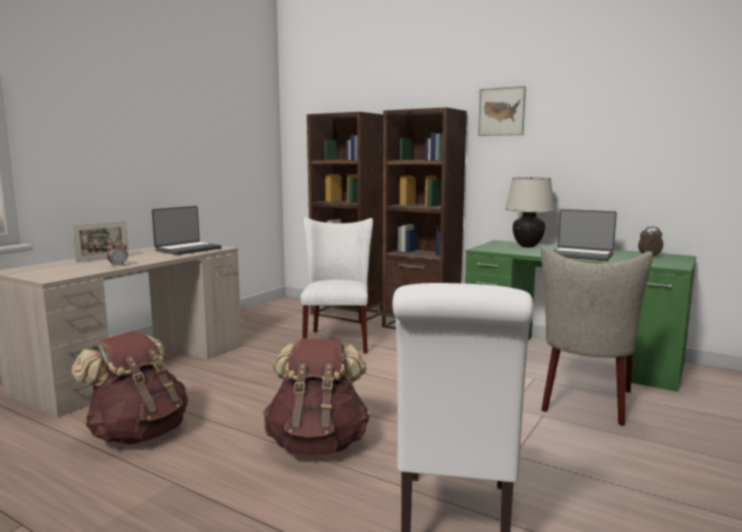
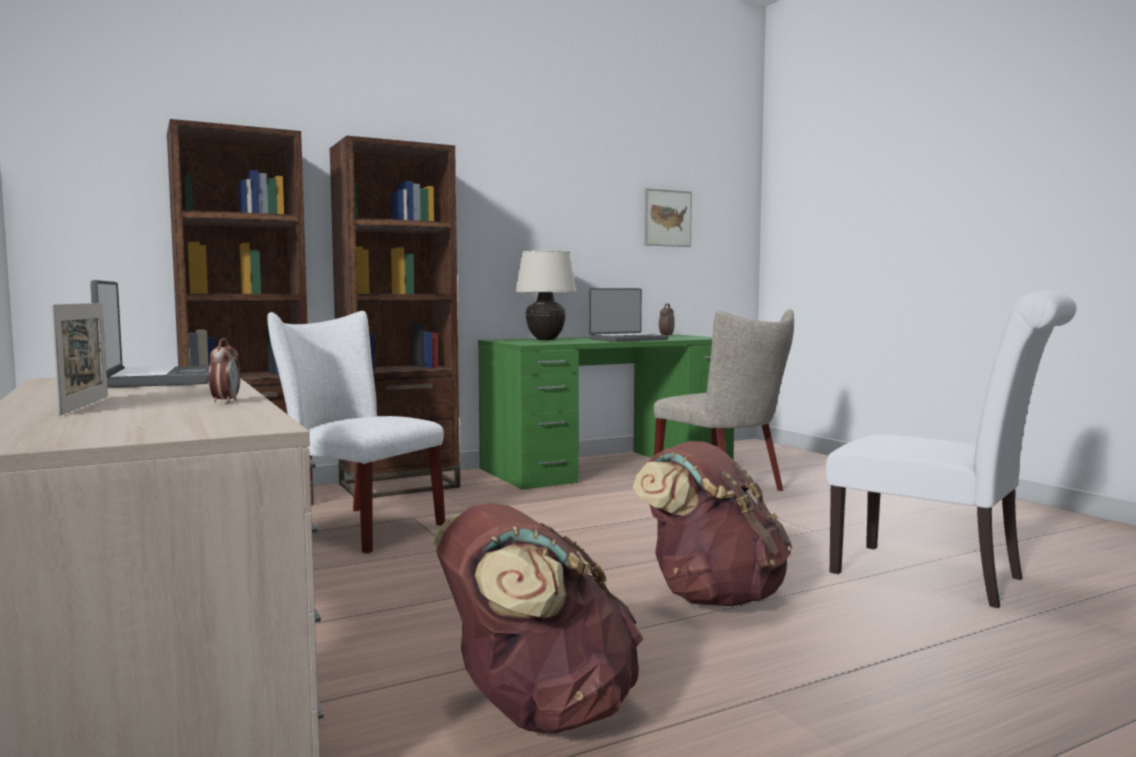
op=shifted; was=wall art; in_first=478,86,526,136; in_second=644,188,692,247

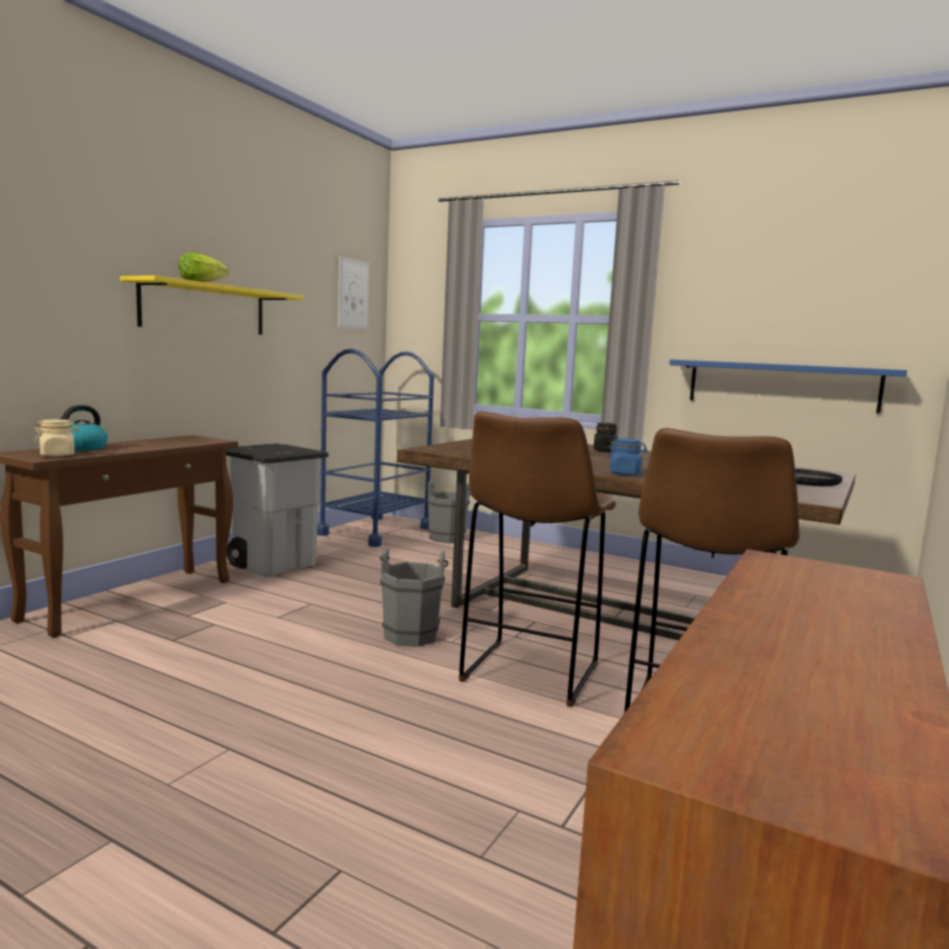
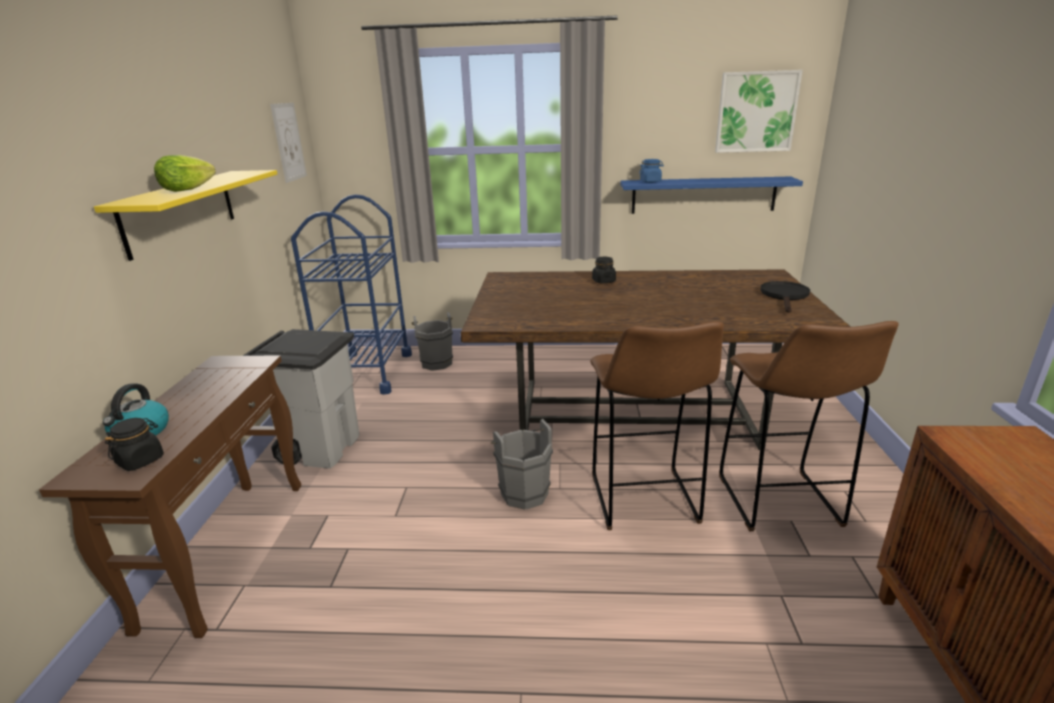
op=repainted; was=storage jar (sand-coloured); now=storage jar (black); in_first=35,419,79,457; in_second=105,418,164,471
op=shifted; was=storage jar (blue); in_first=607,438,648,475; in_second=639,159,664,183
op=new; now=wall art; in_second=715,70,803,153

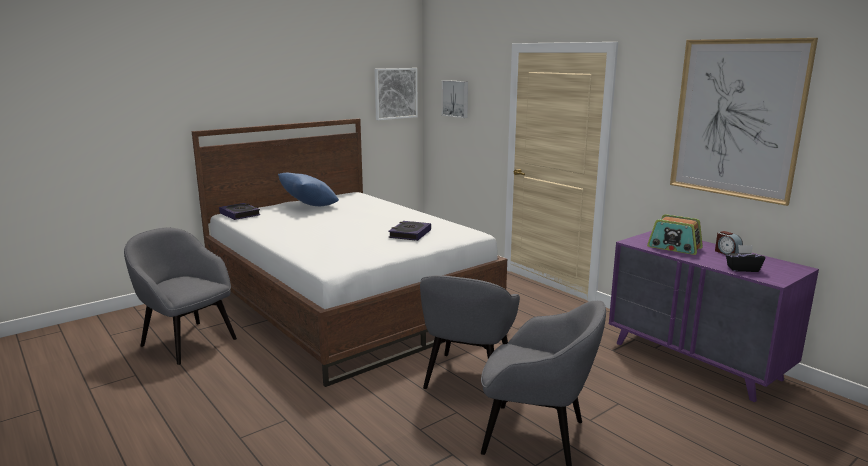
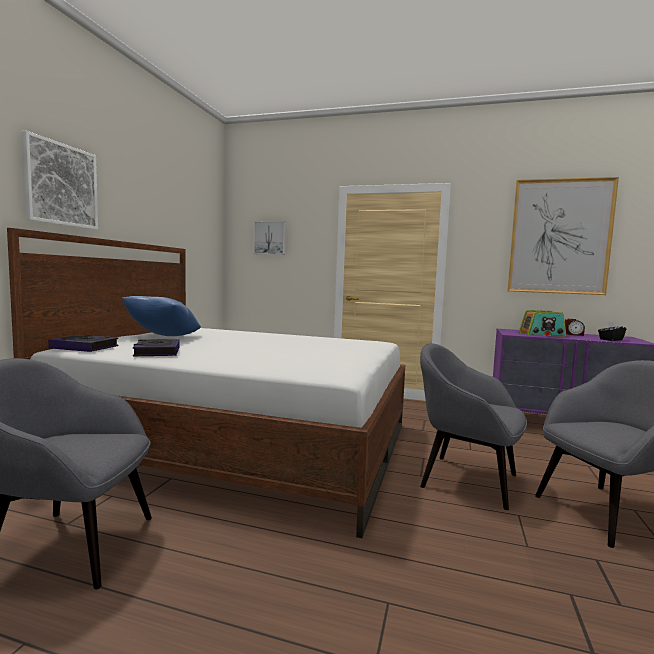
op=shifted; was=wall art; in_first=375,68,418,120; in_second=21,131,98,230
op=shifted; was=bound book; in_first=388,221,431,241; in_second=133,339,180,356
op=rotated; was=easy chair (grey); in_first=420,275,520,389; in_second=420,343,527,510; clockwise=135

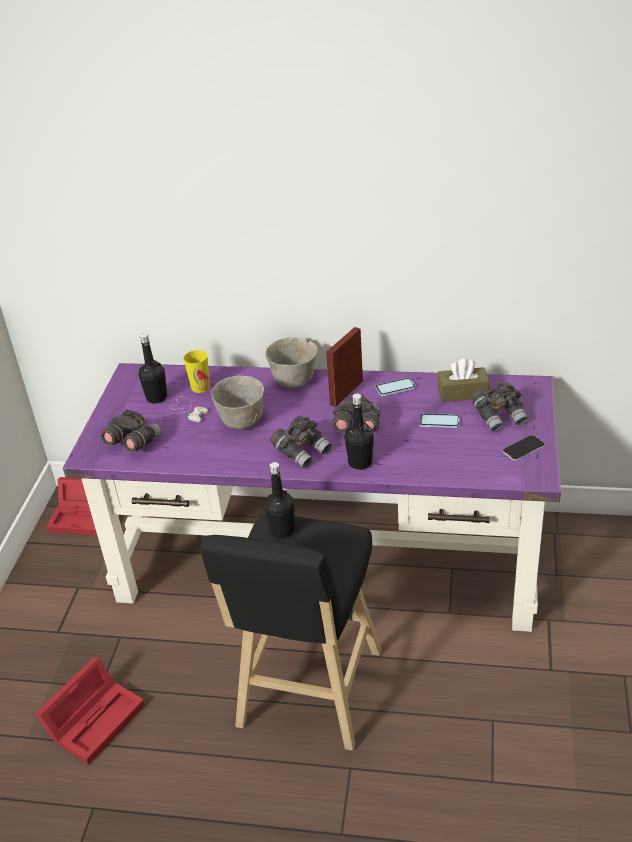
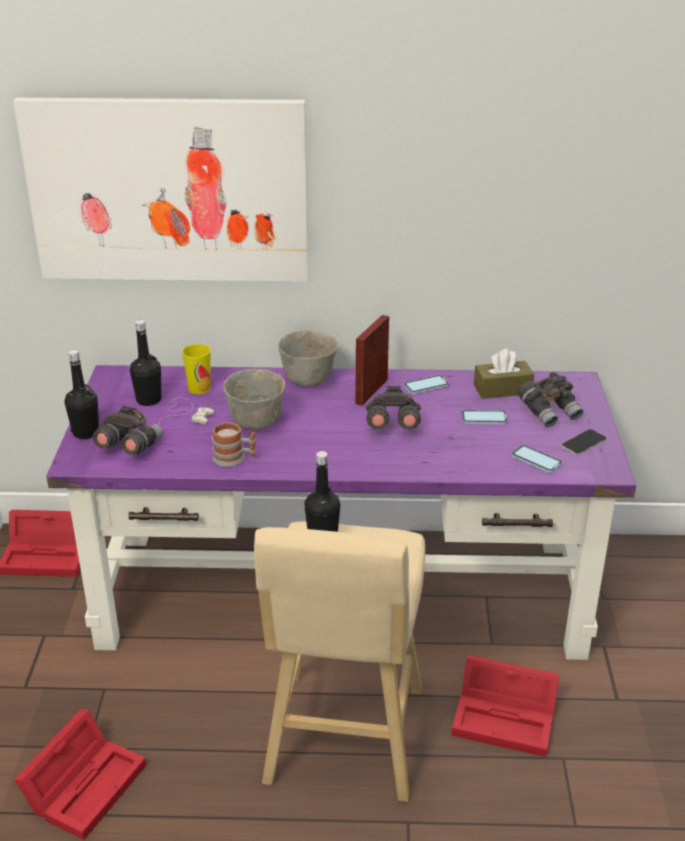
op=shifted; was=beverage bottle (black); in_first=344,393,374,470; in_second=65,350,99,439
op=gone; was=pair of binoculars (grey); in_first=270,416,332,468
op=repainted; was=sitting stool (black); now=sitting stool (sand-coloured); in_first=201,513,382,751; in_second=254,521,425,802
op=new; now=wall art; in_second=13,98,308,282
op=new; now=tea mug; in_second=212,422,256,467
op=new; now=phone; in_second=511,445,562,473
op=new; now=storage container (reddish); in_second=452,655,560,757

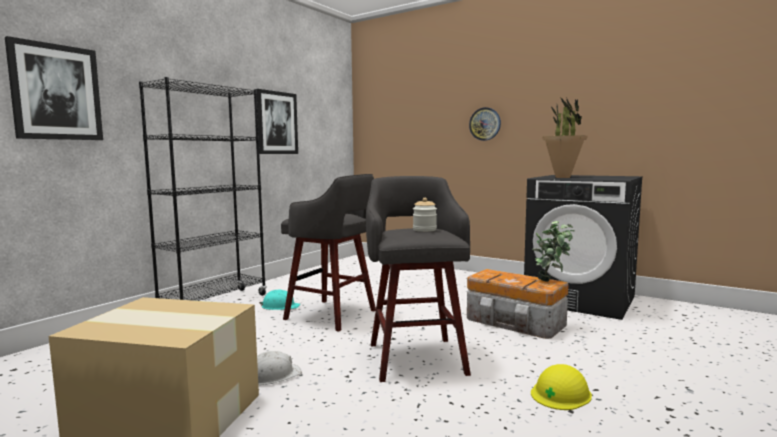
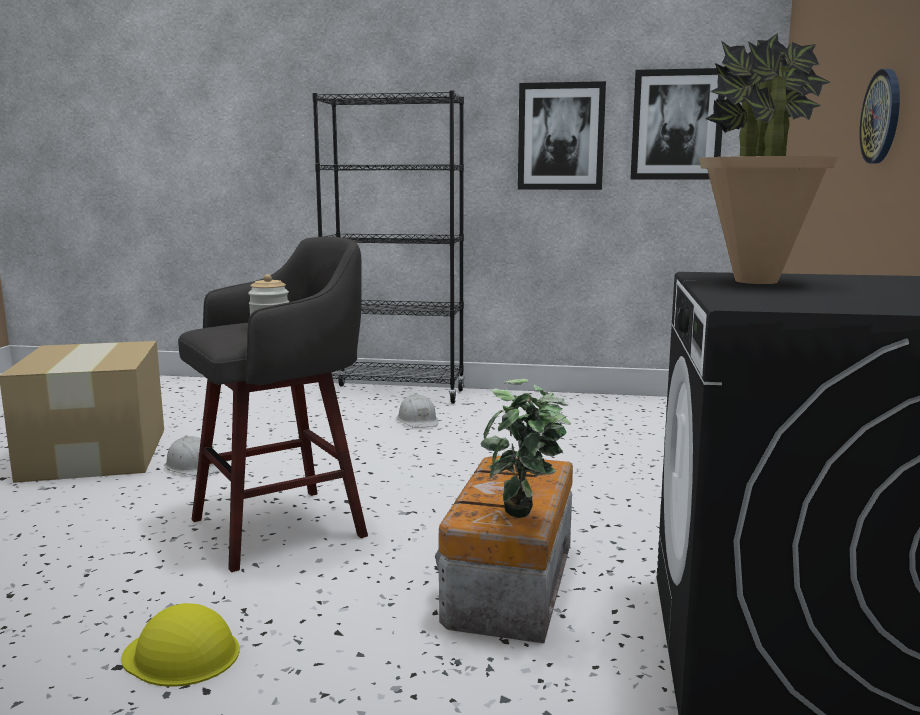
op=shifted; was=wall art; in_first=5,36,103,140; in_second=630,68,725,179
op=gone; was=sitting stool (grey); in_first=281,174,376,332
op=repainted; was=hard hat (turquoise); now=hard hat (white); in_first=260,290,300,310; in_second=397,394,438,428

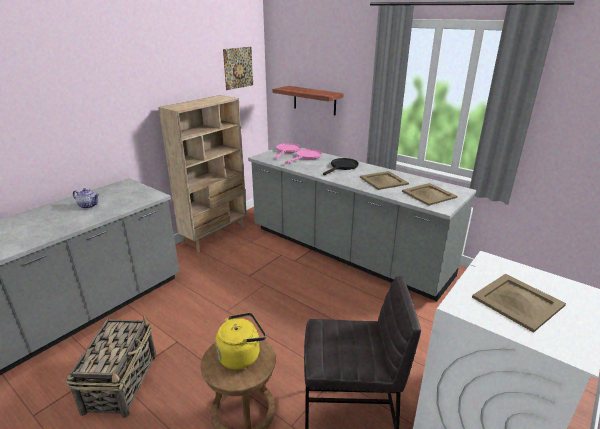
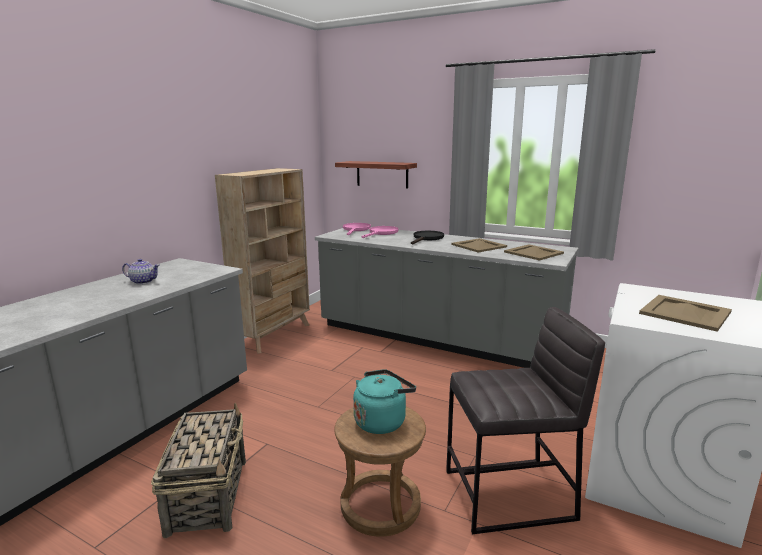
op=gone; was=wall art; in_first=223,47,253,90
op=repainted; was=tea kettle (yellow-coloured); now=tea kettle (turquoise); in_first=215,313,266,370; in_second=353,369,416,434

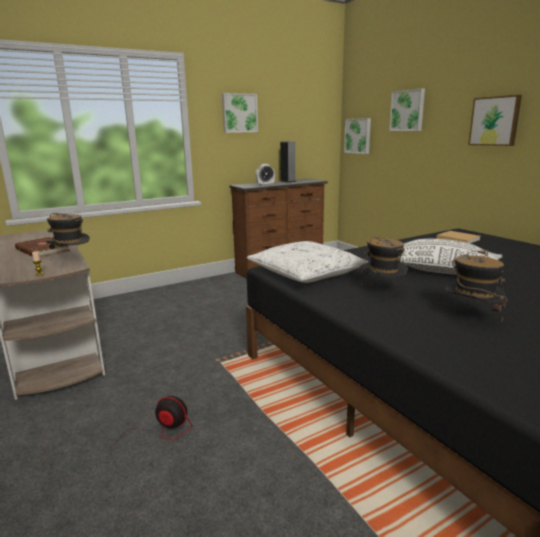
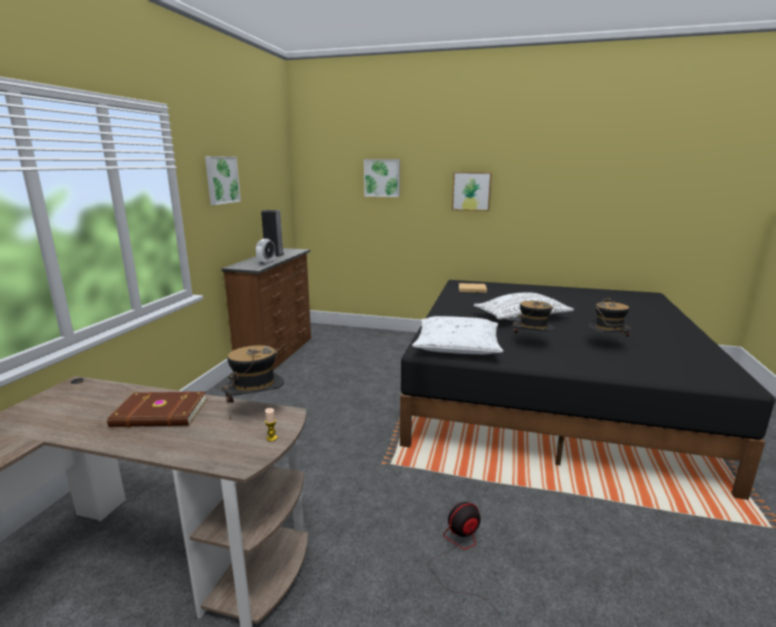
op=gone; was=wall art; in_first=344,118,371,154

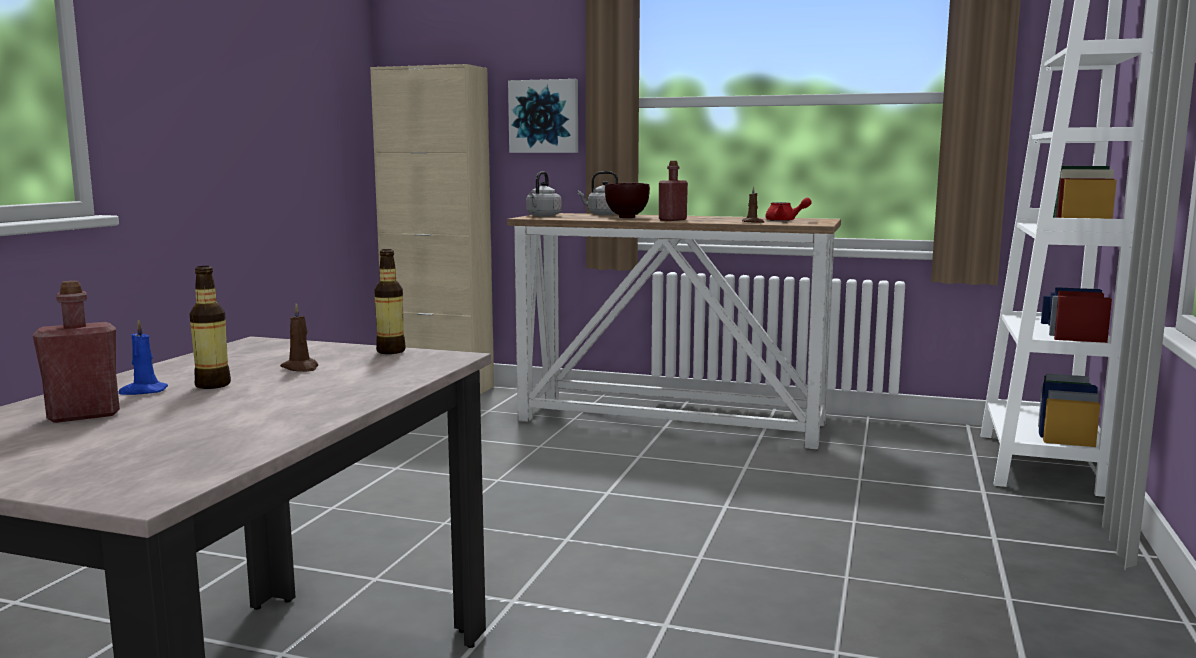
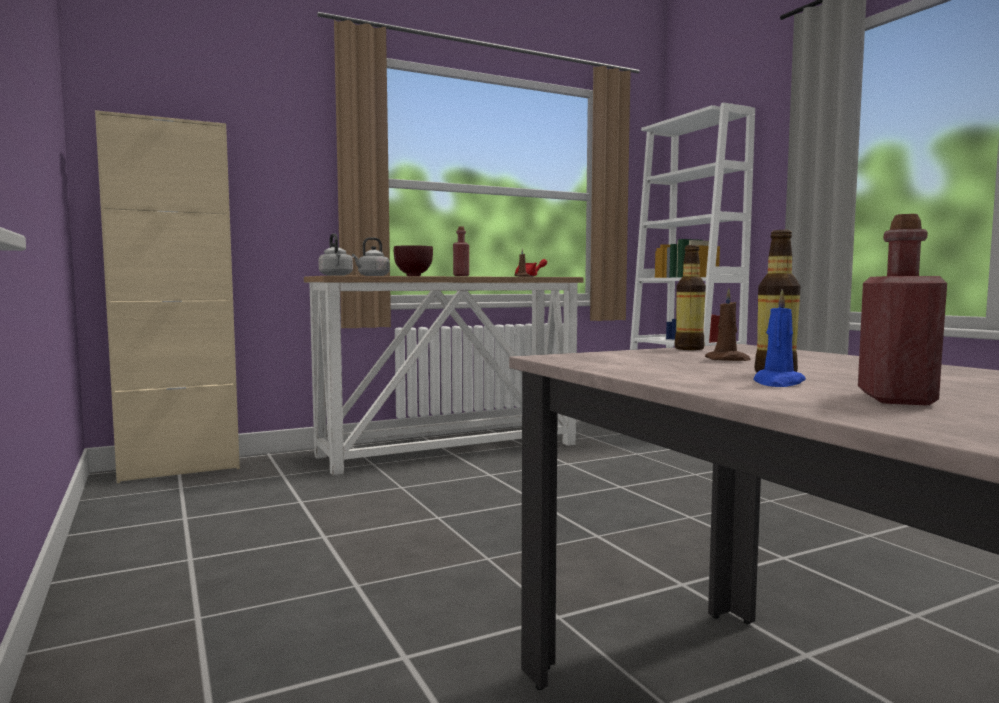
op=gone; was=wall art; in_first=508,79,578,153

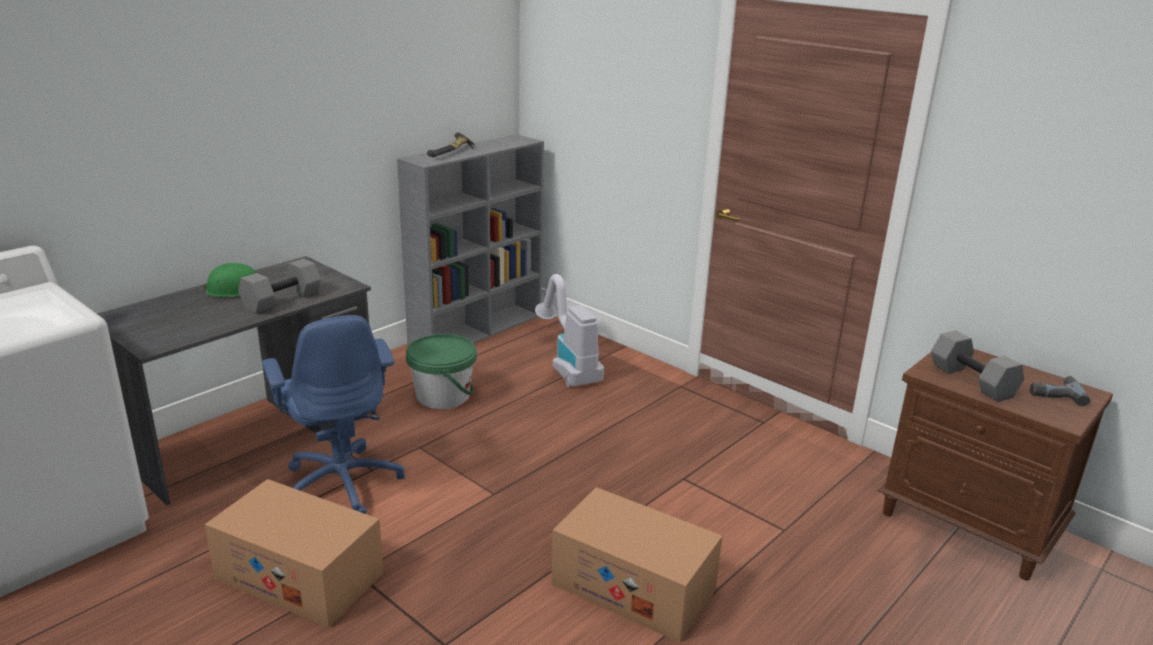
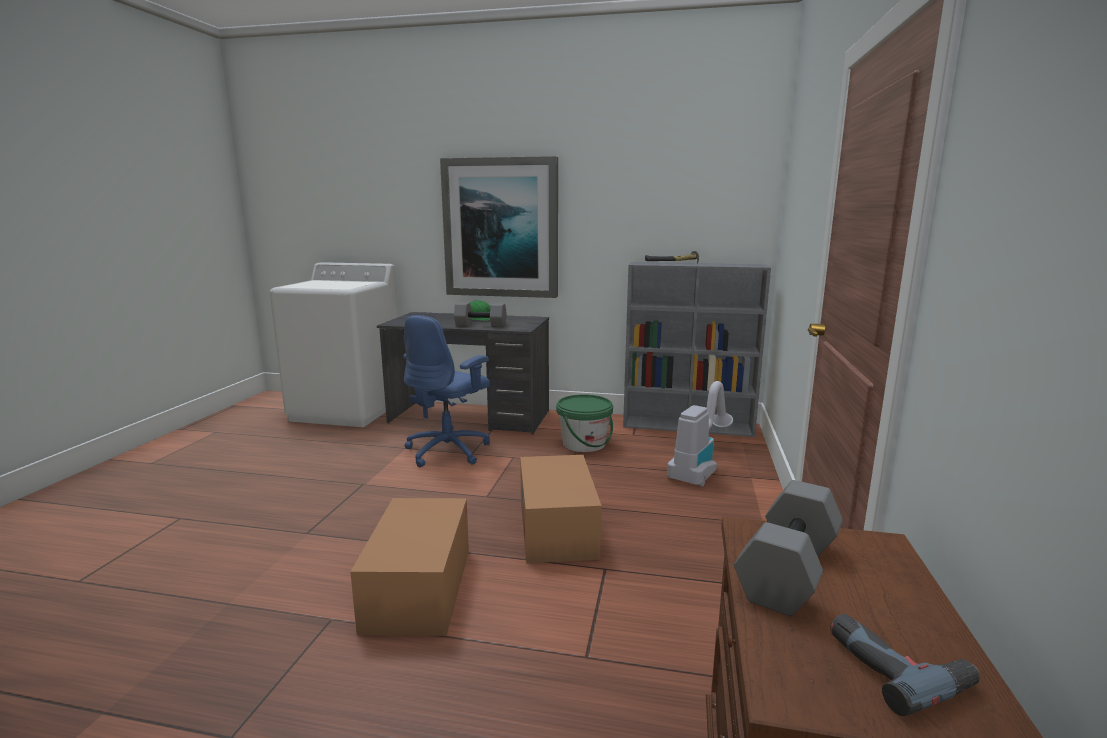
op=shifted; was=packing box; in_first=205,479,384,628; in_second=520,455,602,564
op=new; now=wall art; in_second=440,156,558,298

